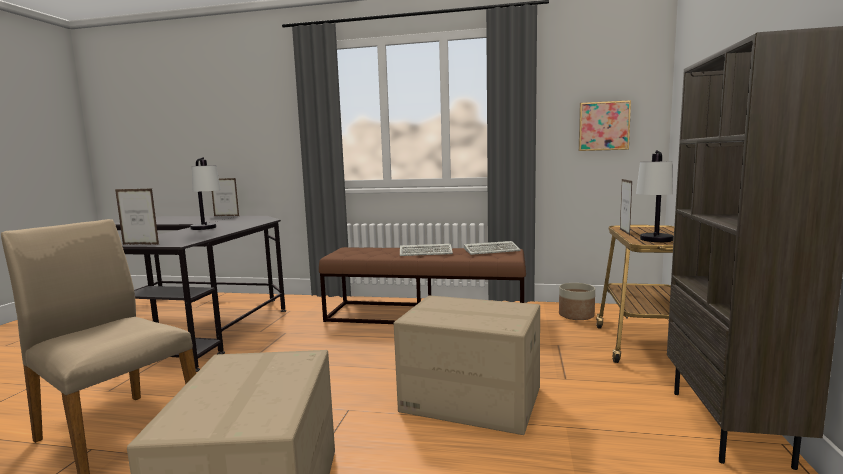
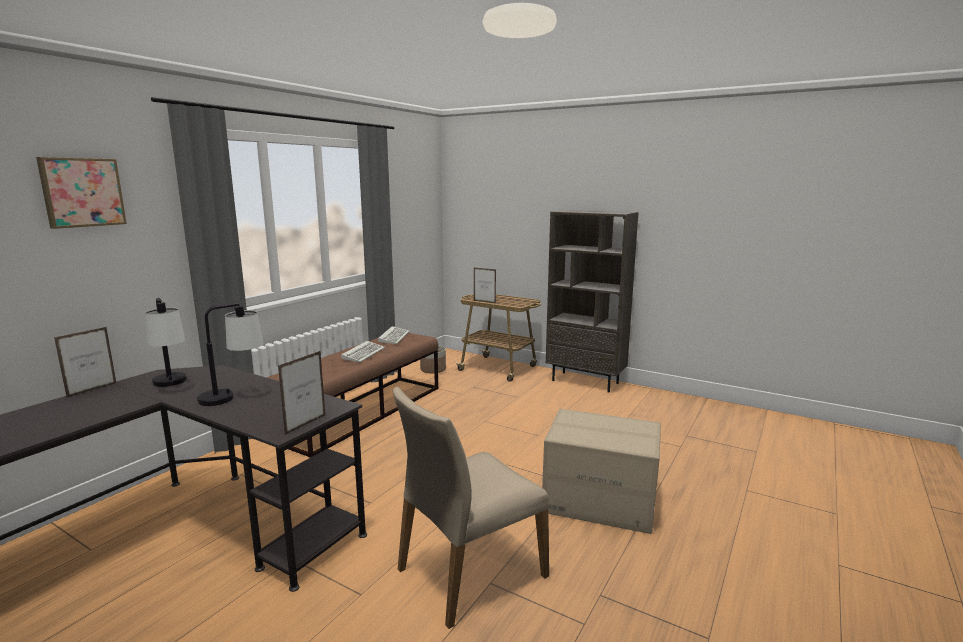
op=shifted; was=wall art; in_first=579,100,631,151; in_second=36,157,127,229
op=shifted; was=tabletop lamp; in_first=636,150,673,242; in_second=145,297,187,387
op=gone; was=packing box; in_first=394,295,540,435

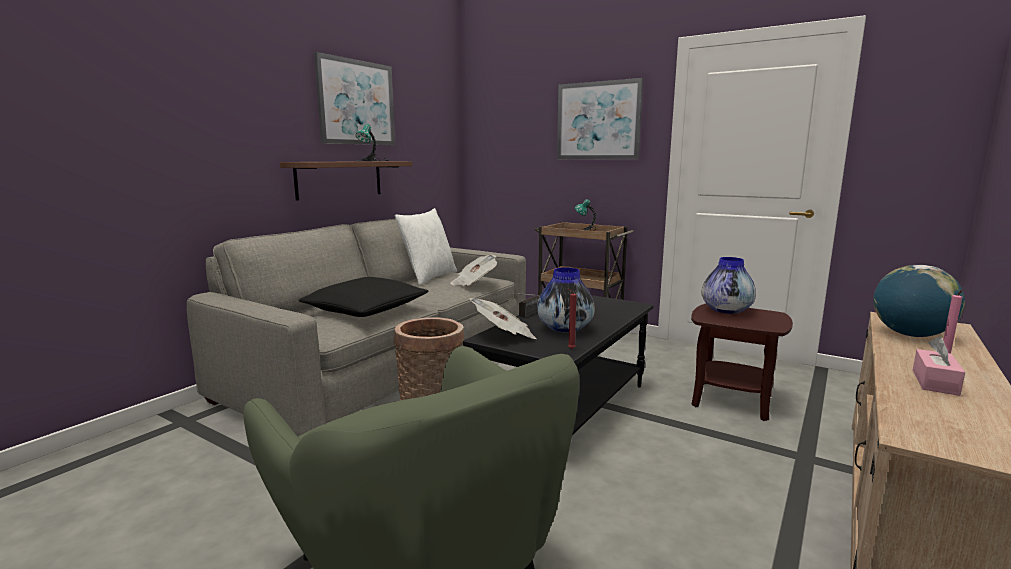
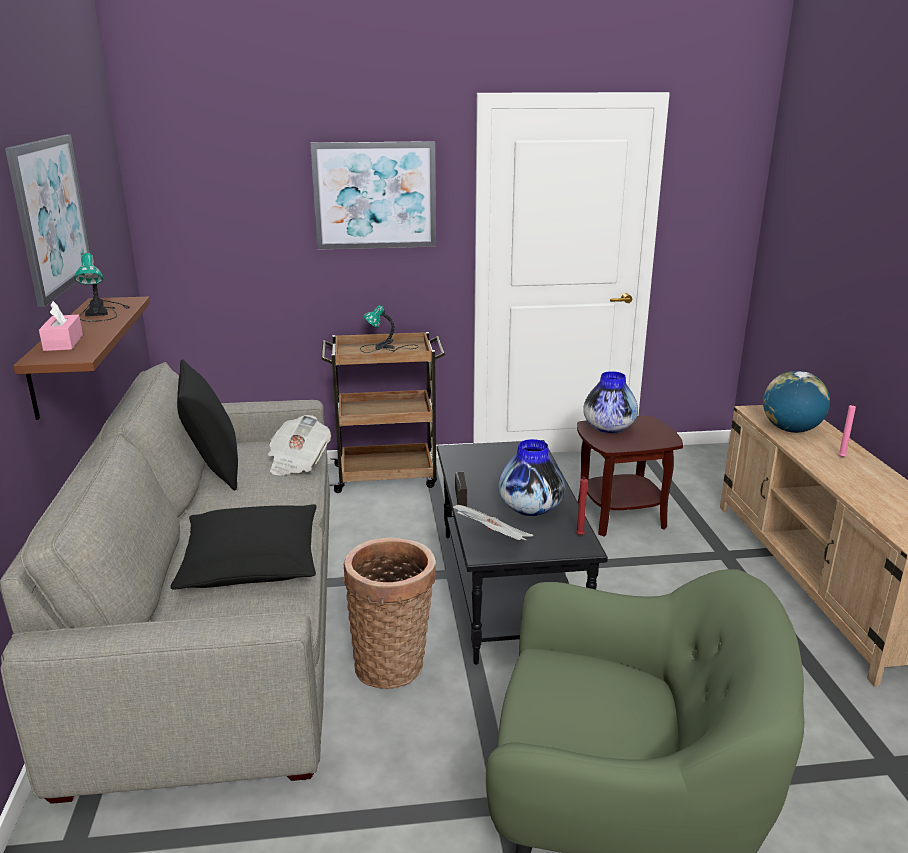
op=repainted; was=throw pillow (white); now=throw pillow (black); in_first=395,208,457,285; in_second=177,359,238,490
op=shifted; was=box of tissues (pinkish); in_first=913,337,965,396; in_second=39,301,83,351

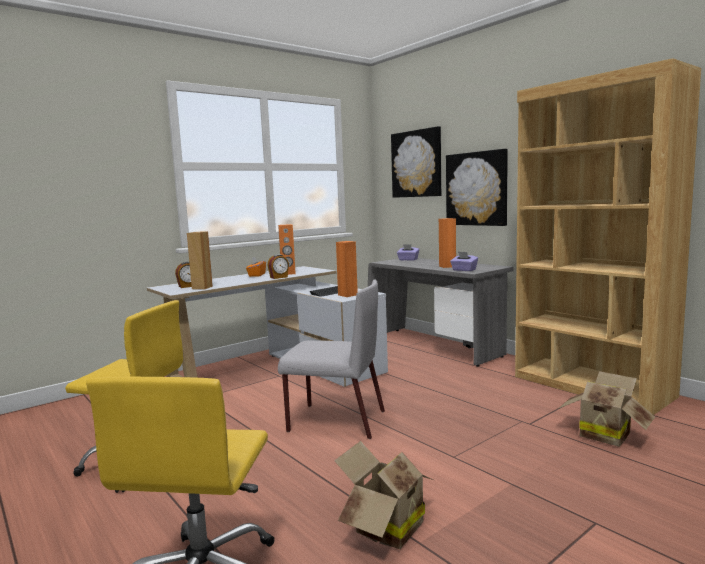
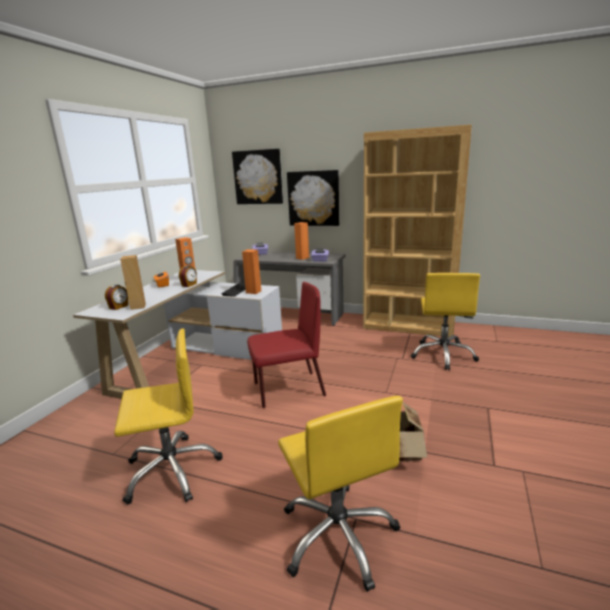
op=repainted; was=plain chair (grey); now=plain chair (reddish); in_first=278,280,385,439; in_second=247,282,326,408
op=swapped; was=packing box; now=office chair (yellow-coloured); in_first=558,371,655,447; in_second=411,273,480,370

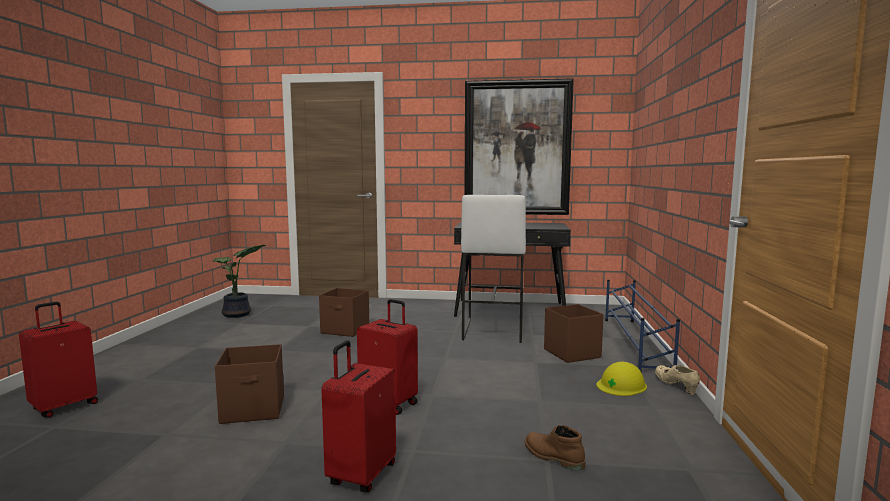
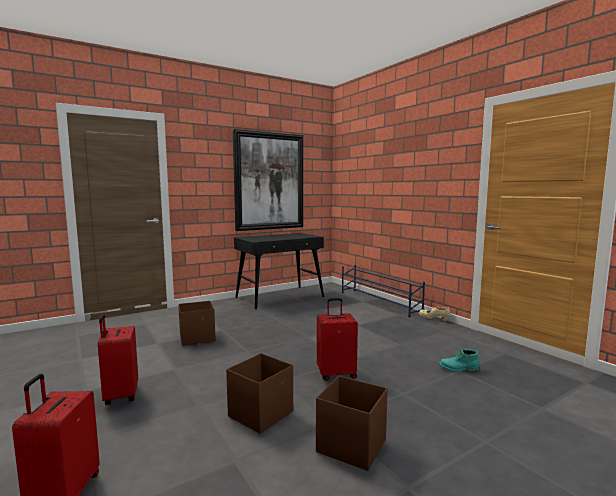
op=gone; was=sitting stool (white); in_first=461,195,526,343
op=gone; was=houseplant; in_first=212,245,266,318
op=shifted; was=storage container (brownish); in_first=544,304,604,363; in_second=316,376,388,471
op=shifted; was=suitcase (reddish); in_first=321,340,396,493; in_second=98,314,138,405
op=gone; was=hard hat (yellow-coloured); in_first=596,362,647,396
op=repainted; was=high-top boot (brownish); now=high-top boot (turquoise); in_first=525,425,585,471; in_second=439,349,479,372

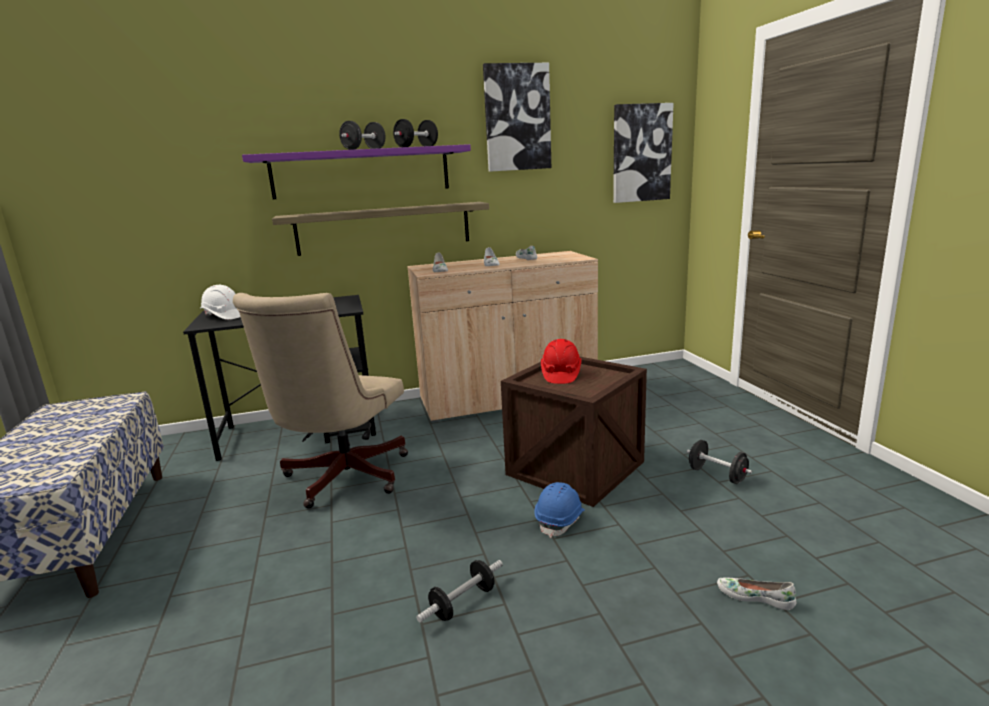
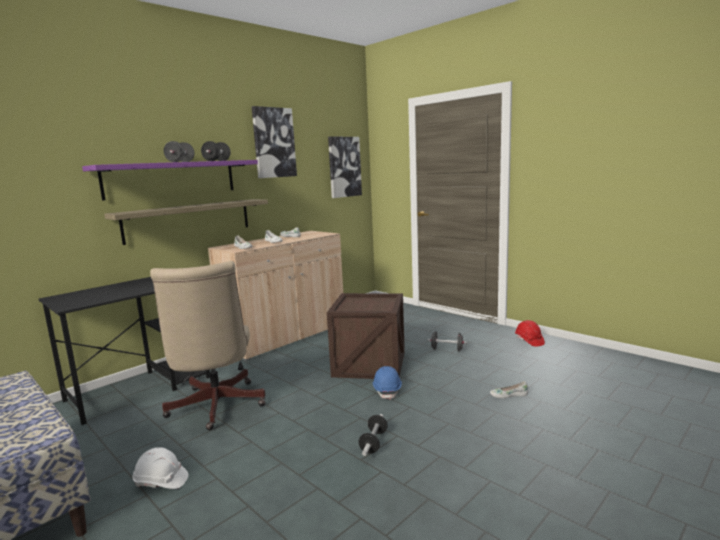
op=shifted; was=hard hat (white); in_first=200,285,240,320; in_second=133,447,188,489
op=shifted; was=hard hat (reddish); in_first=541,339,581,384; in_second=515,320,545,347

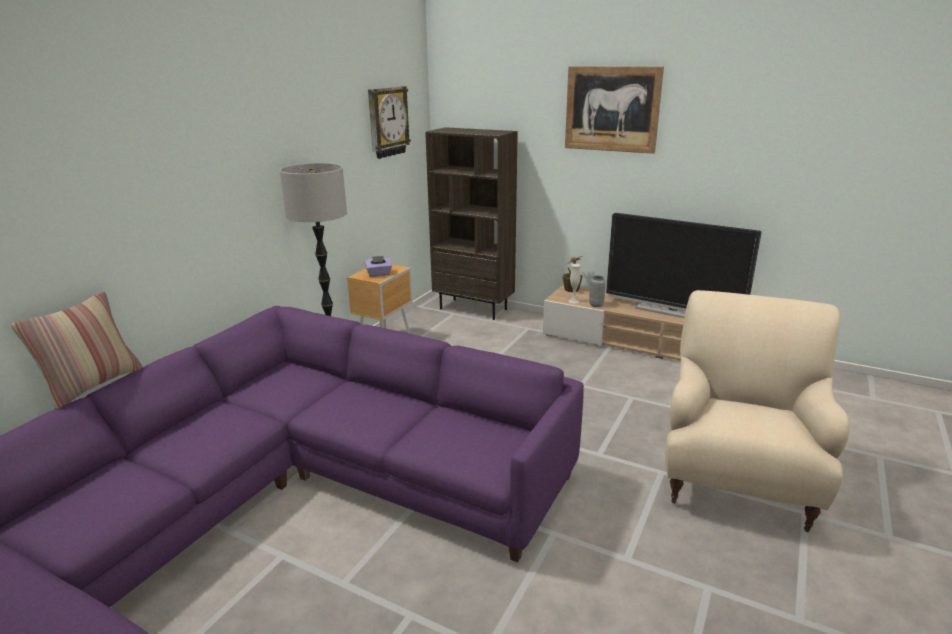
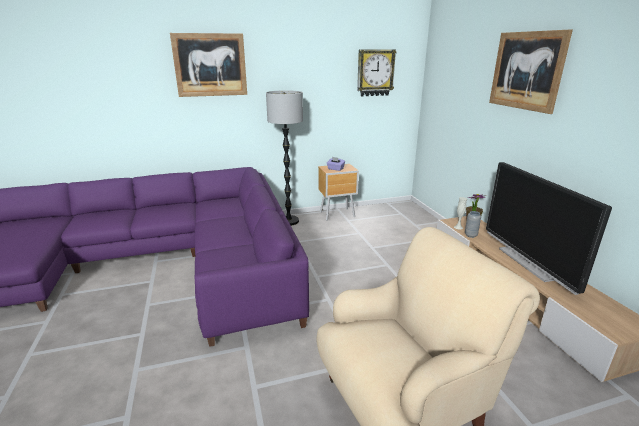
op=gone; was=shelving unit (brownish); in_first=425,127,518,320
op=gone; was=throw pillow; in_first=11,291,142,410
op=new; now=wall art; in_second=170,33,247,97

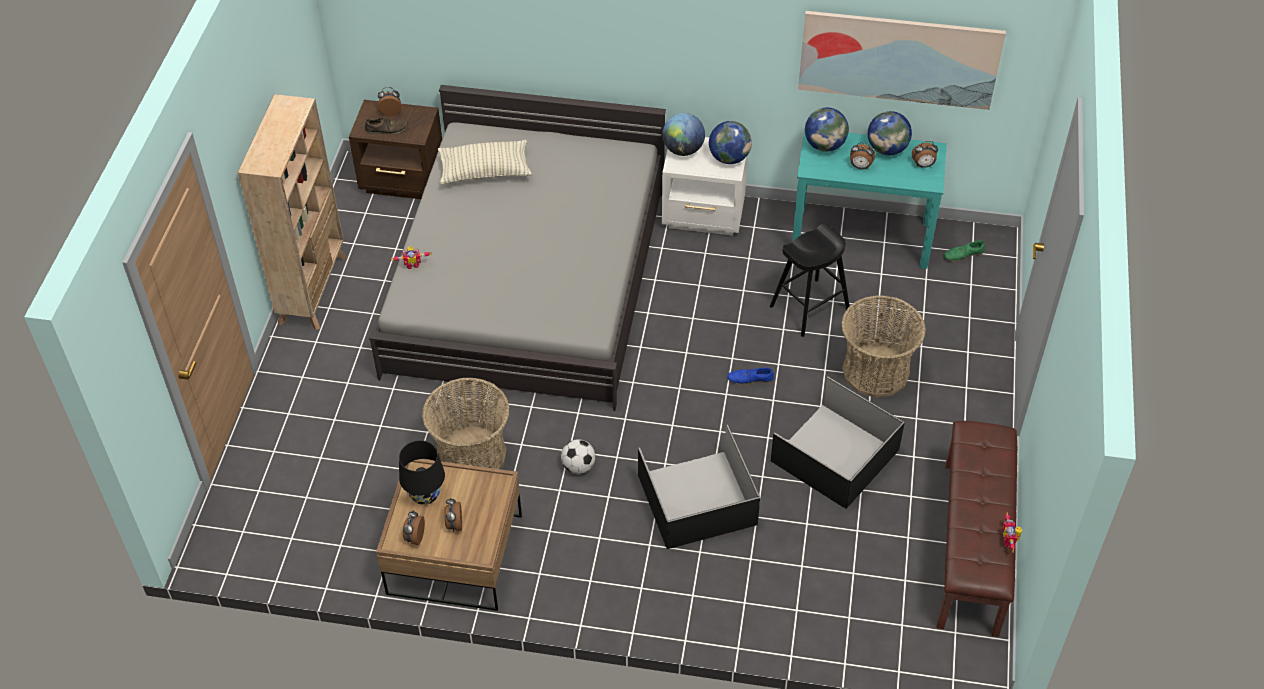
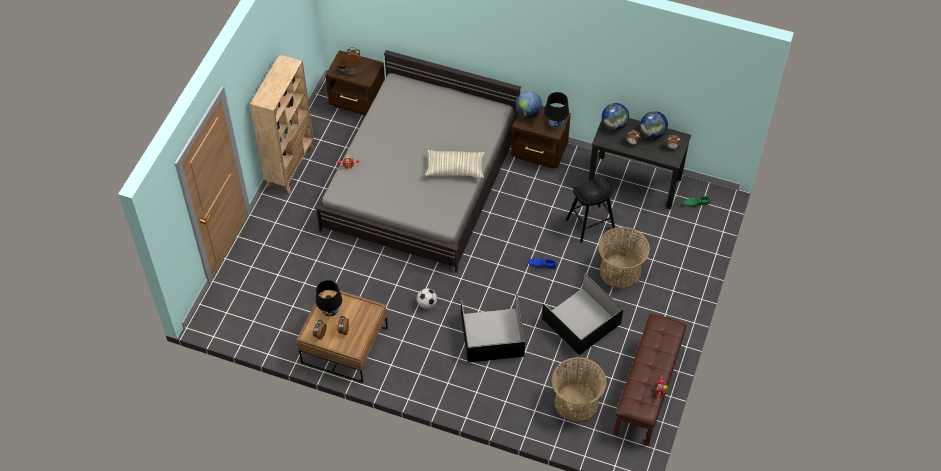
op=gone; was=wall art; in_first=798,11,1006,110
op=swapped; was=desk globe; now=tabletop lamp (black); in_first=709,121,752,164; in_second=545,92,569,128
op=repainted; was=desk table (turquoise); now=desk table (black); in_first=792,128,947,269; in_second=589,118,691,209
op=repainted; was=nightstand (white); now=nightstand (brownish); in_first=662,137,748,236; in_second=511,106,571,169
op=shifted; was=throw pillow; in_first=438,140,532,184; in_second=425,150,485,178
op=shifted; was=household basket; in_first=422,378,510,469; in_second=552,357,607,423

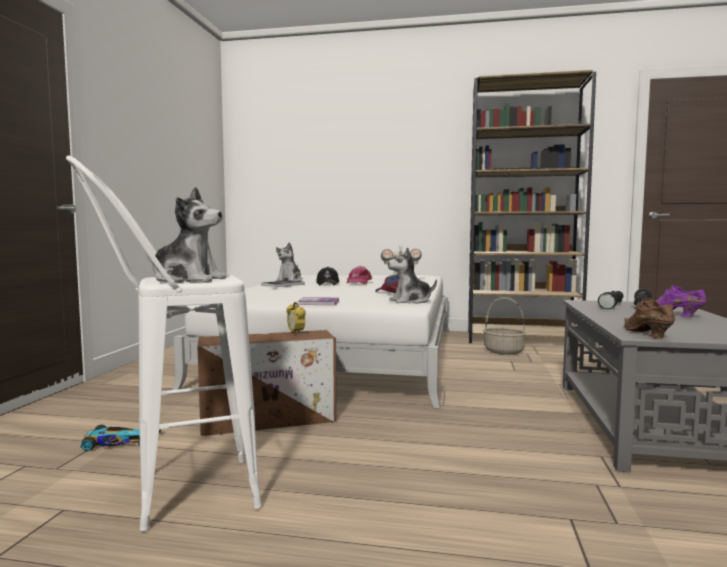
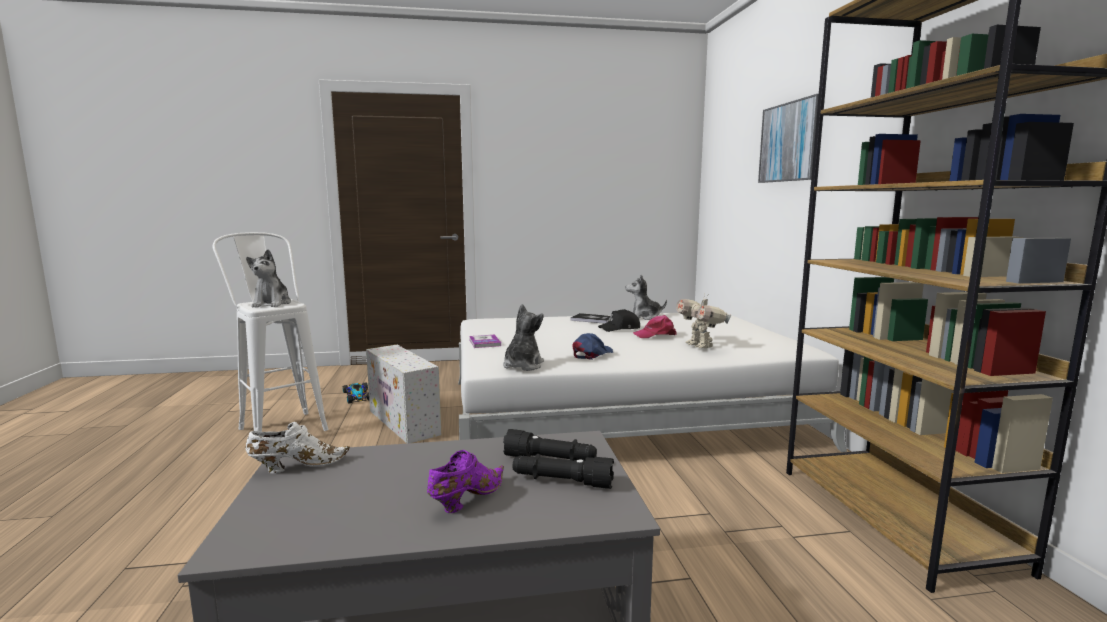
op=rotated; was=plush toy; in_first=388,248,437,304; in_second=503,304,544,371; clockwise=60
op=gone; was=household basket; in_first=483,297,526,355
op=repainted; was=shoe (brownish); now=shoe (white); in_first=624,298,675,339; in_second=246,422,350,473
op=gone; was=bedside clock; in_first=287,302,305,335
op=repainted; was=storage container (brownish); now=storage container (white); in_first=197,330,336,436; in_second=366,345,441,444
op=new; now=wall art; in_second=758,94,819,183

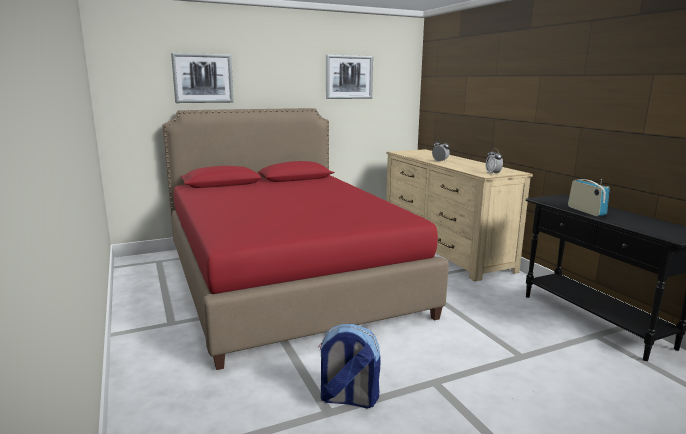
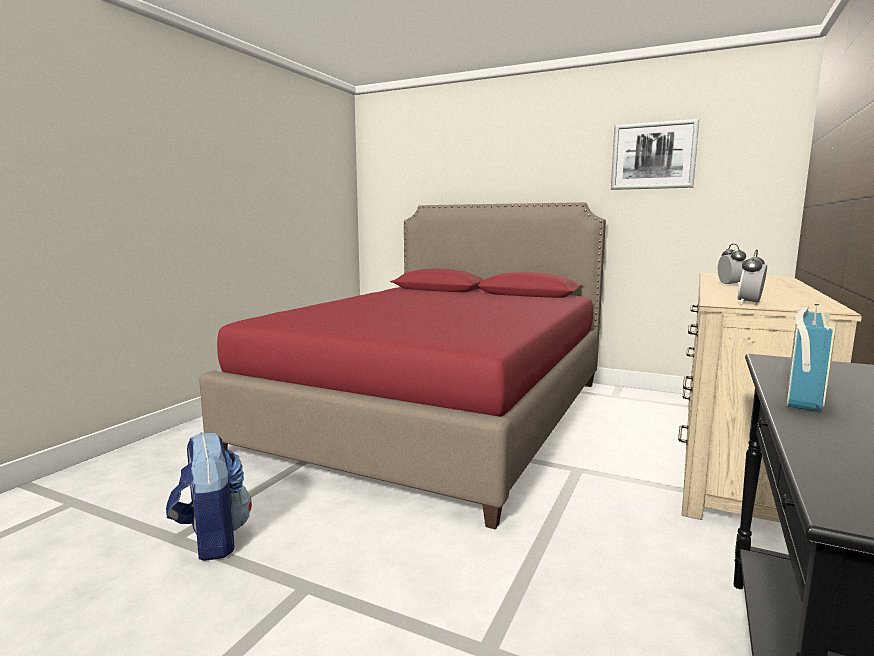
op=gone; was=wall art; in_first=171,53,234,103

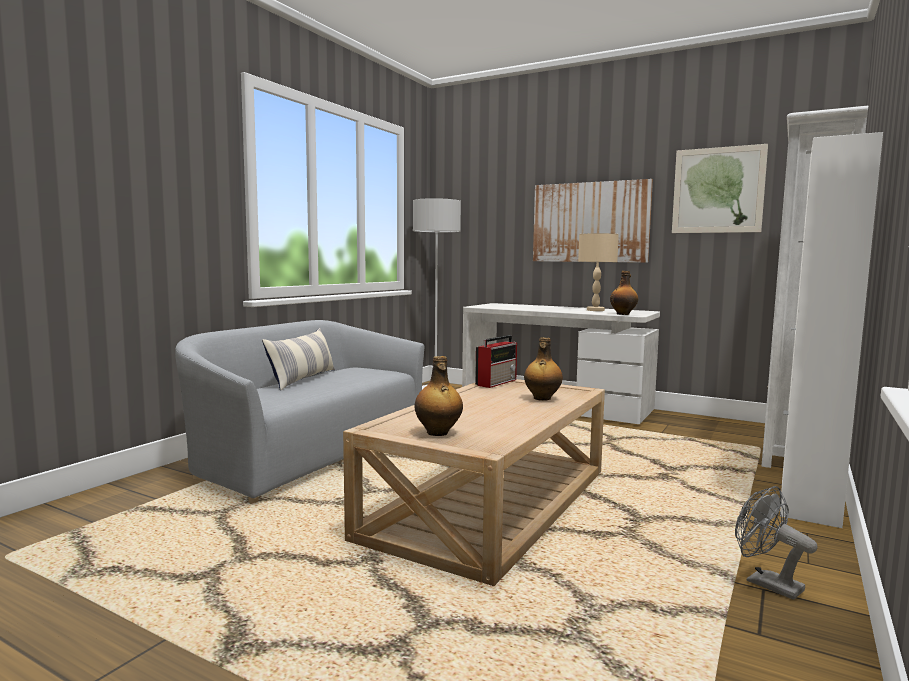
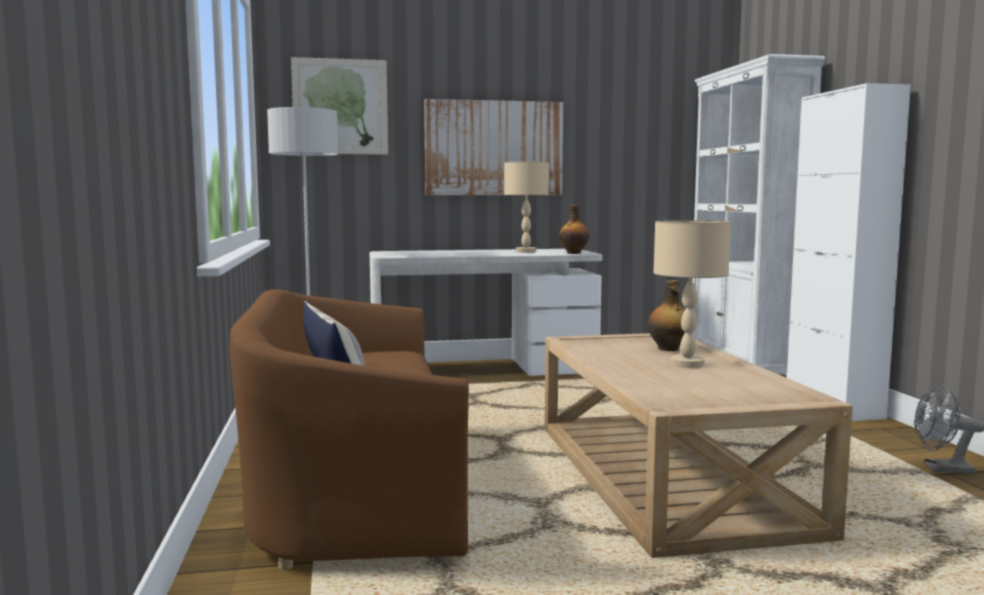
op=shifted; was=wall art; in_first=672,144,768,233; in_second=291,57,388,155
op=repainted; was=couch (grey); now=couch (brownish); in_first=175,320,424,503; in_second=230,289,469,570
op=gone; was=radio; in_first=475,335,517,388
op=gone; was=beverage bottle; in_first=414,356,463,436
op=new; now=tabletop lamp (sand-coloured); in_second=653,220,731,368

